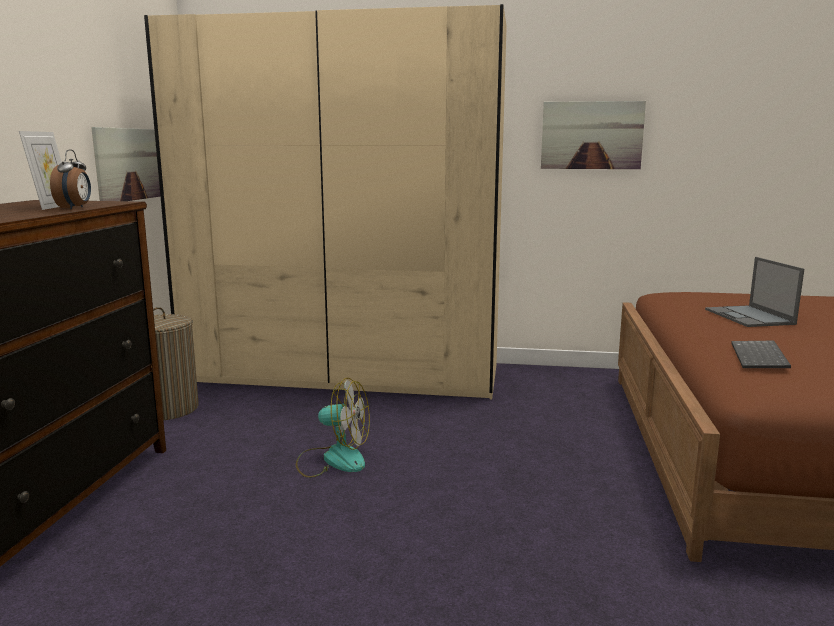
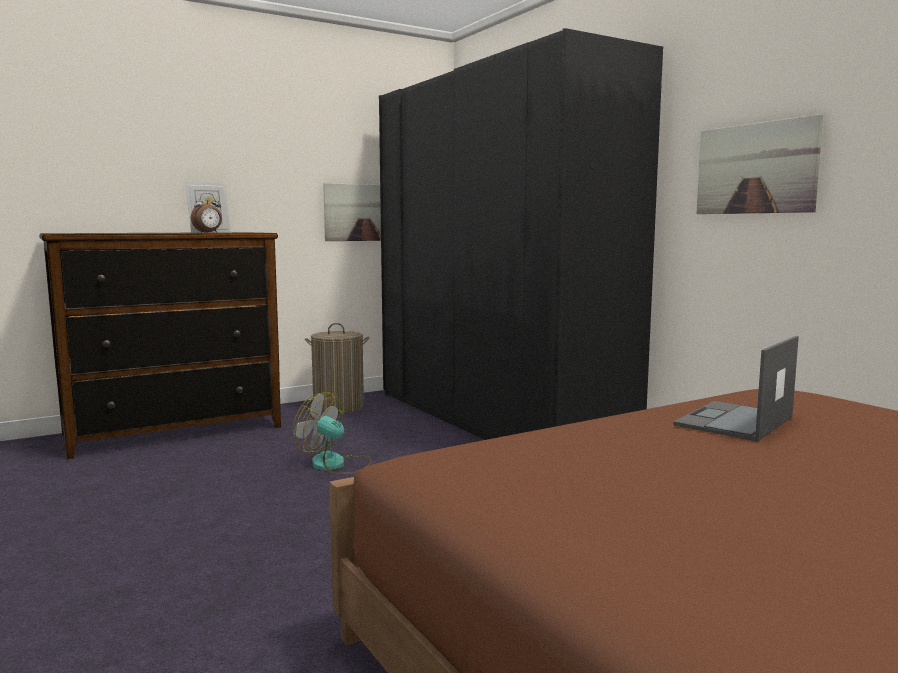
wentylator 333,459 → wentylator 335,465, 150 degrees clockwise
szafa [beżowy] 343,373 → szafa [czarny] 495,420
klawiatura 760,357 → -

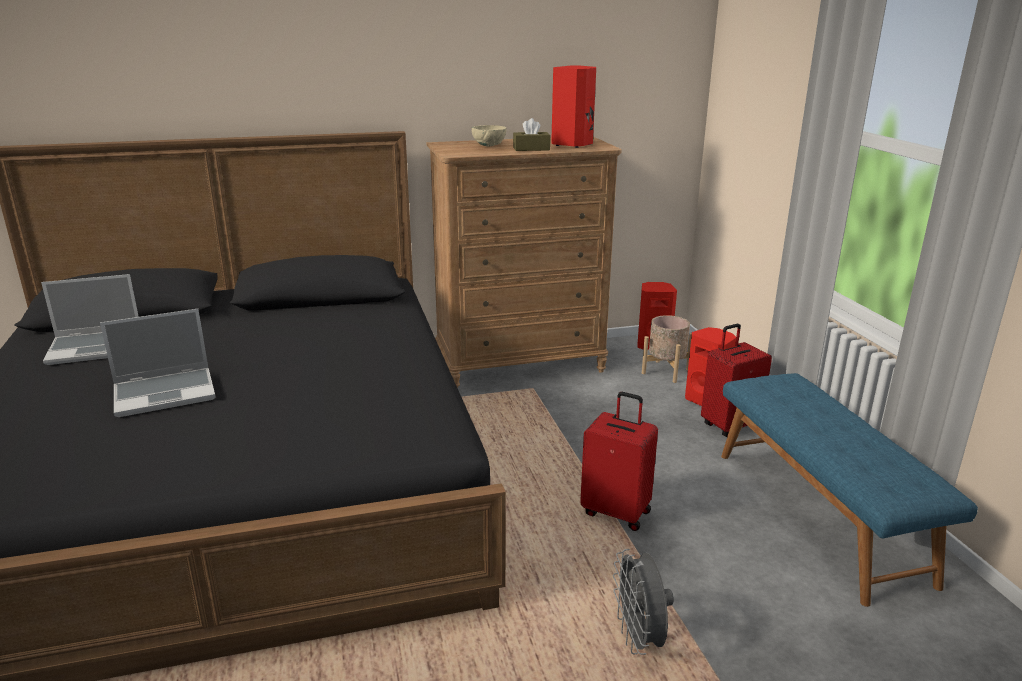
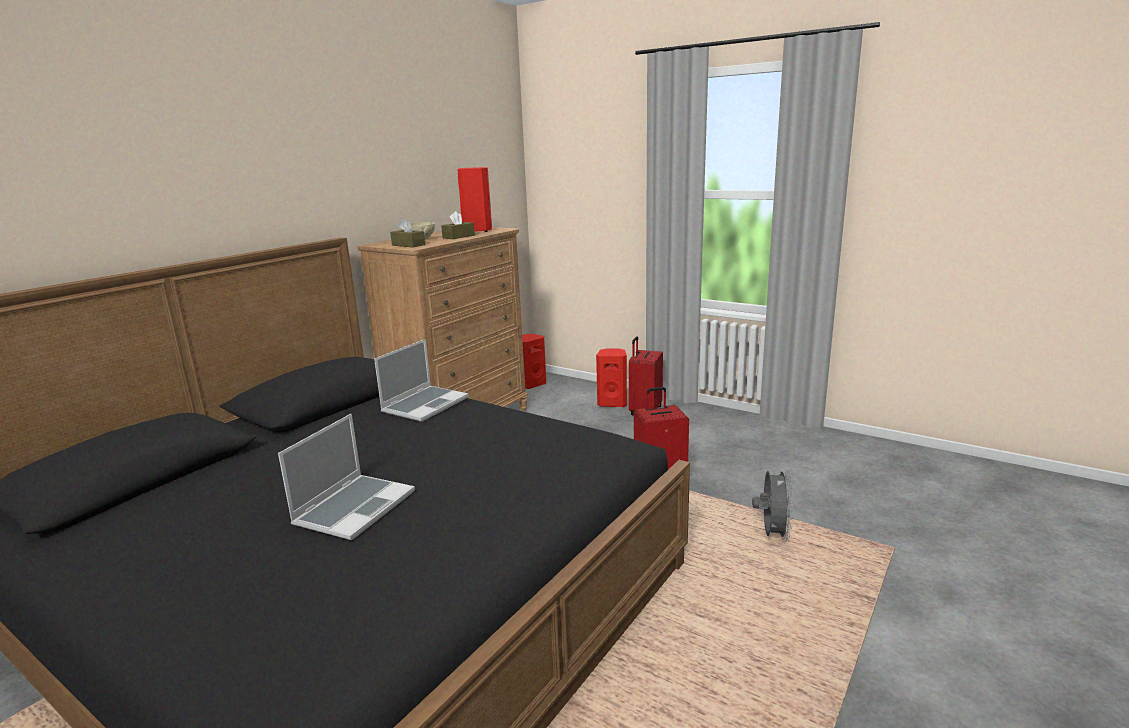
laptop 97,347 → laptop 425,404, move
- → pudełko chusteczek [brązowy] 408,245
wentylator [szary] 639,639 → wentylator [szary] 772,534, 120 degrees counterclockwise
donica [beżowy] 665,371 → -
ławka [niebieski] 819,514 → -

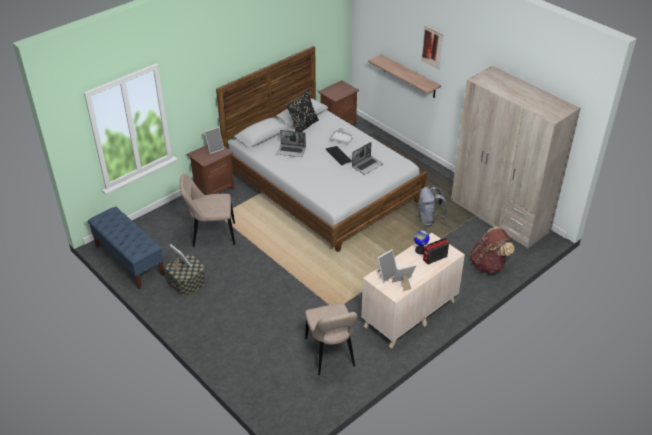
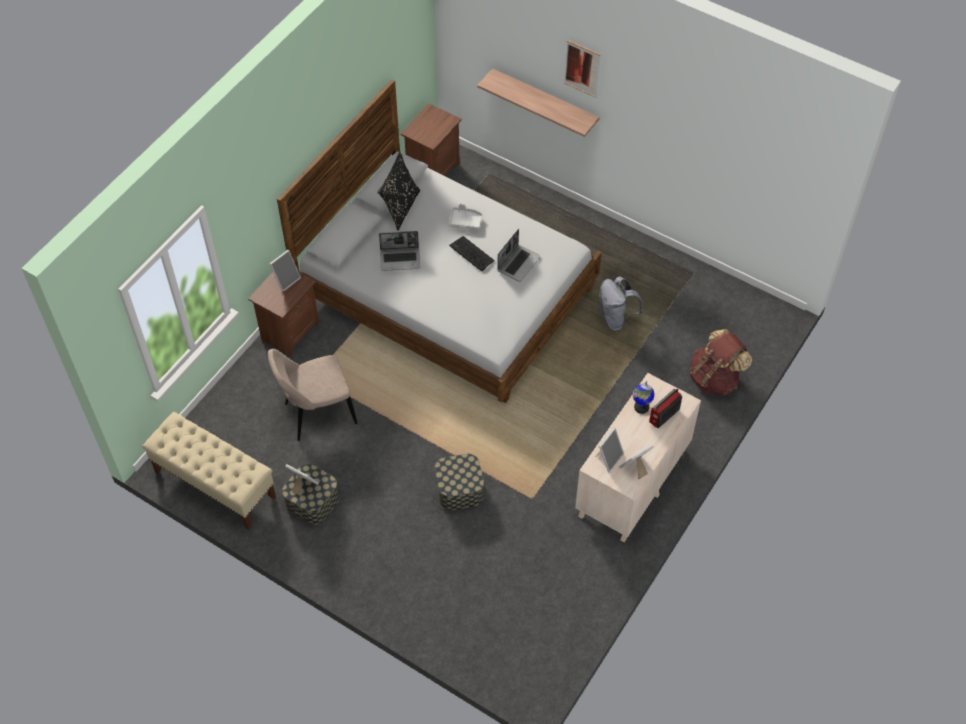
ławka [niebieski] 129,260 → ławka [beżowy] 214,484
- → pojemnik do przechowywania 459,489
krzesło [beżowy] 330,354 → -
szafa [beżowy] 499,216 → -

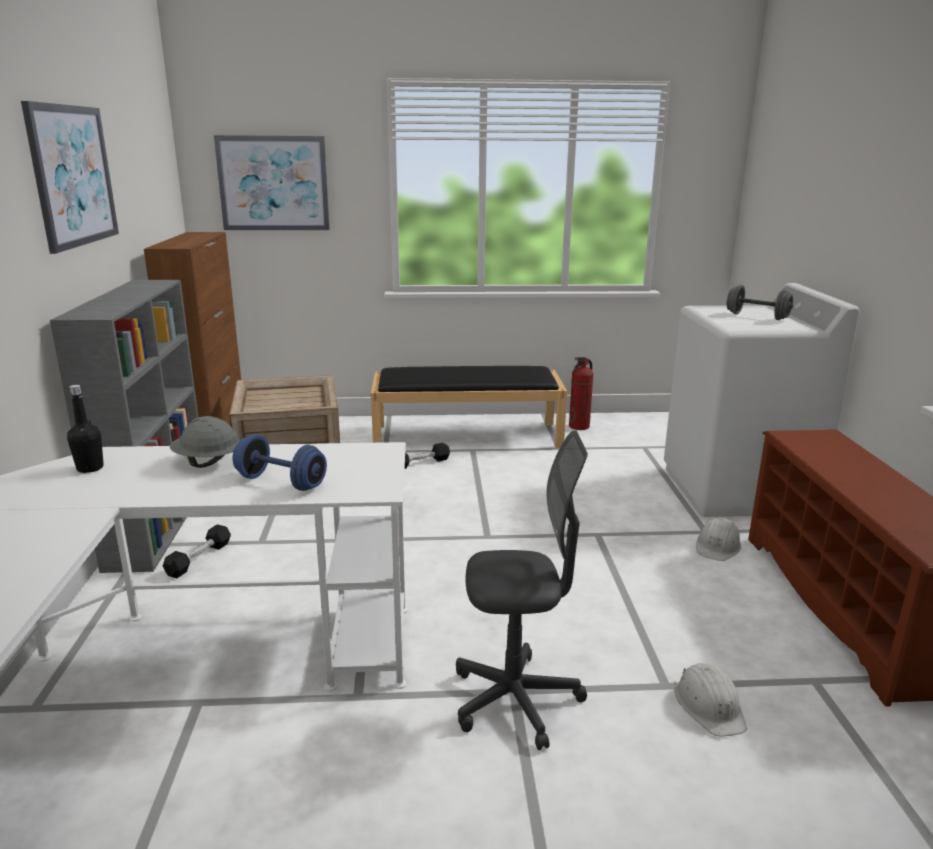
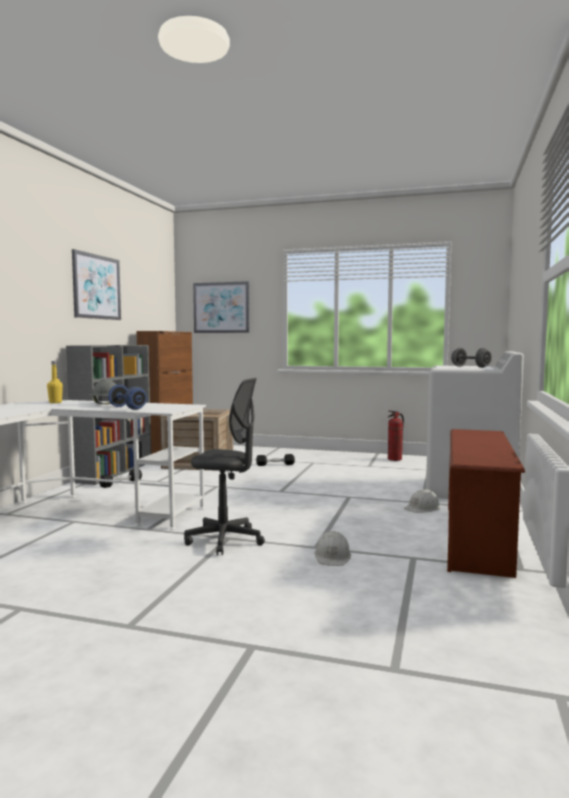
butelka [czarny] 90,468 → butelka [żółty] 55,402
ławka [czarny] 468,435 → -

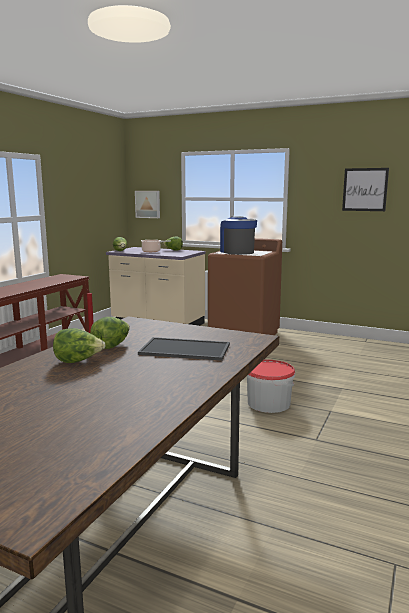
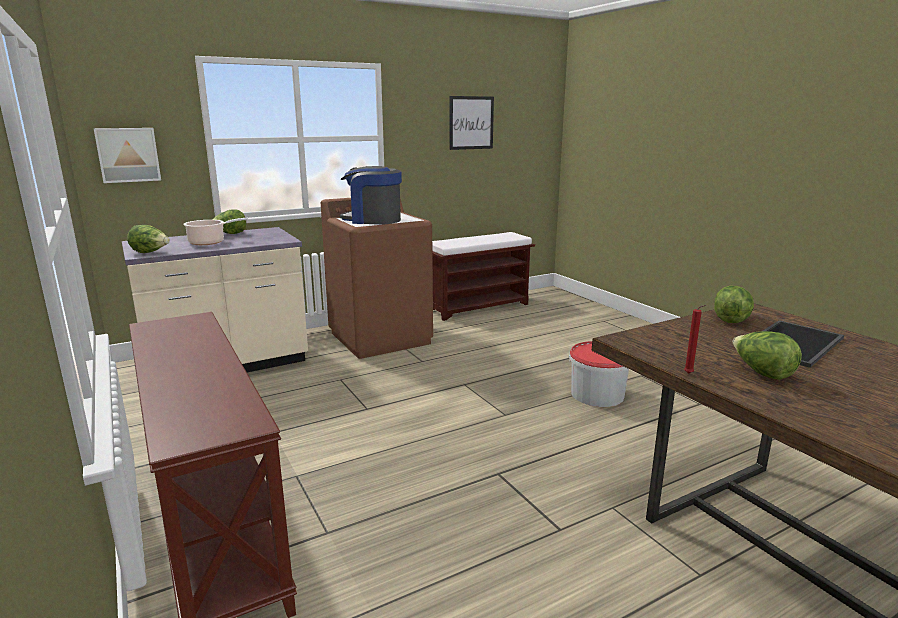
- → ławka [brązowy] 478,307
sałata 78,361 → sałata 731,319, move

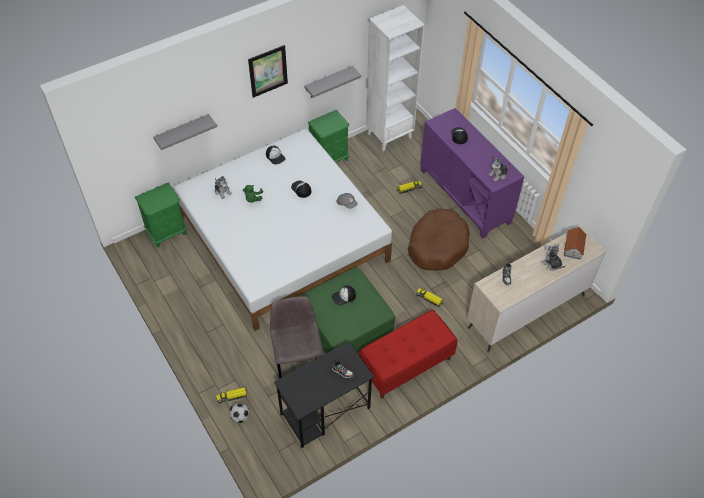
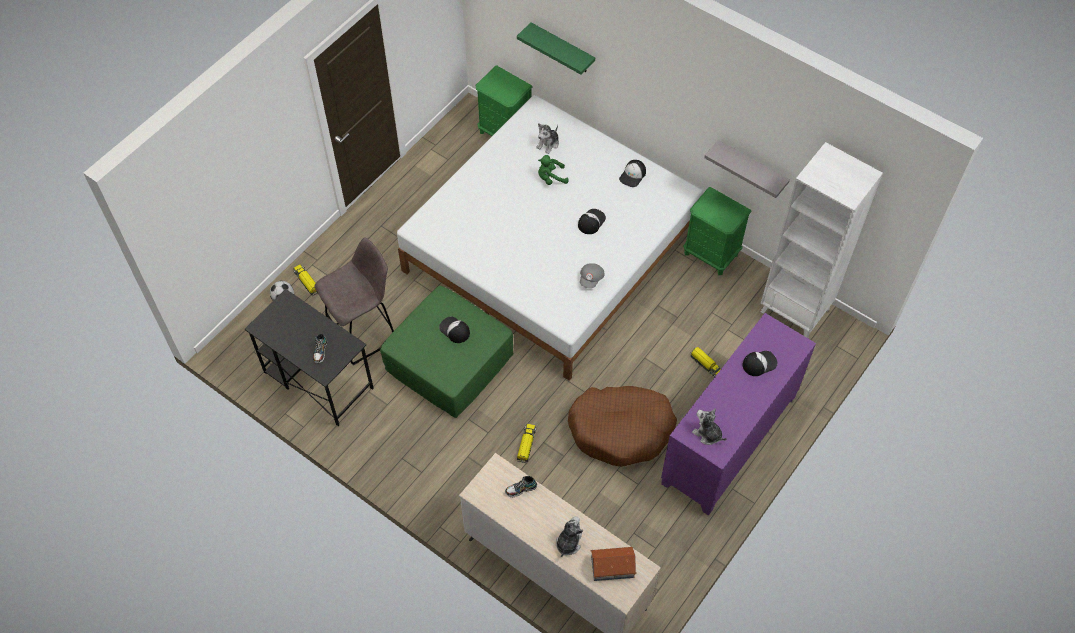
półka [szary] 182,132 → półka [zielony] 562,49
obraz 268,71 → -
ławka [czerwony] 406,365 → -

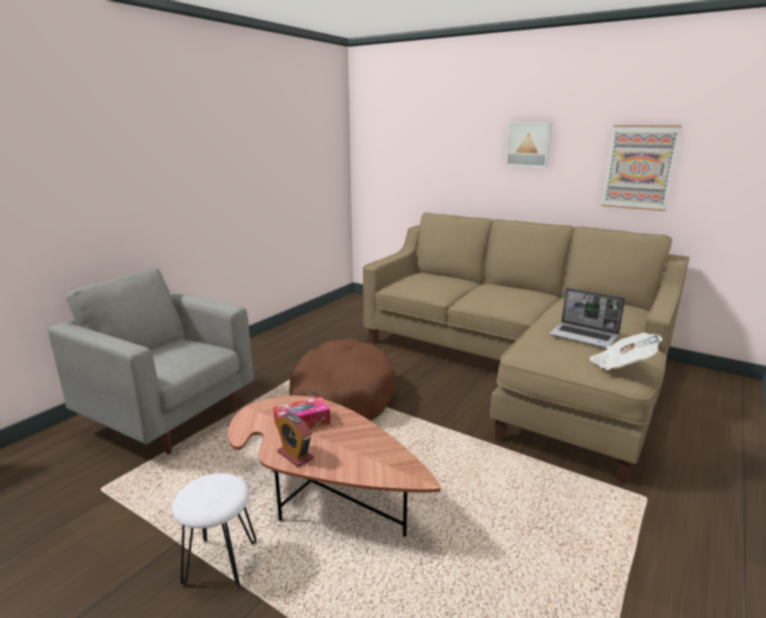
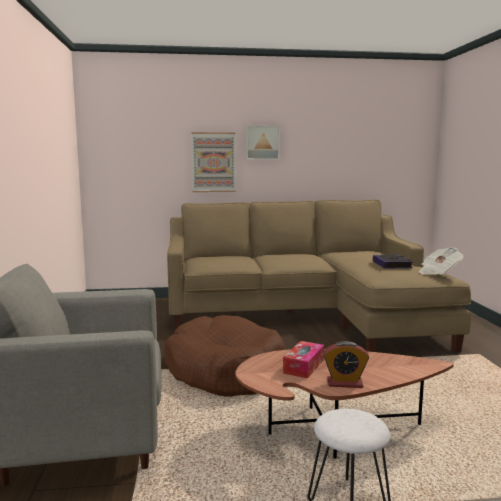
obraz 639,167 → obraz 213,162, move
laptop 584,336 → książka 392,265

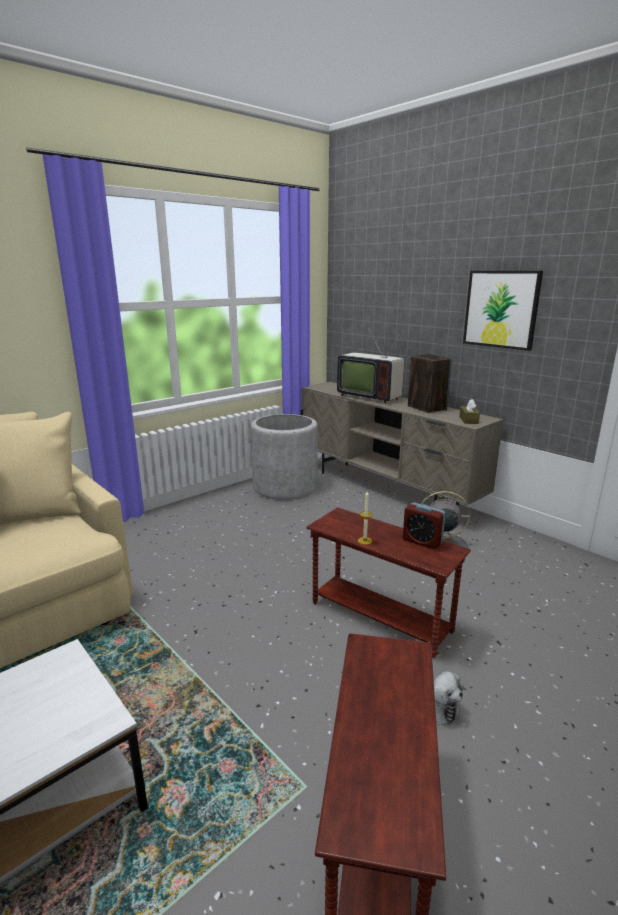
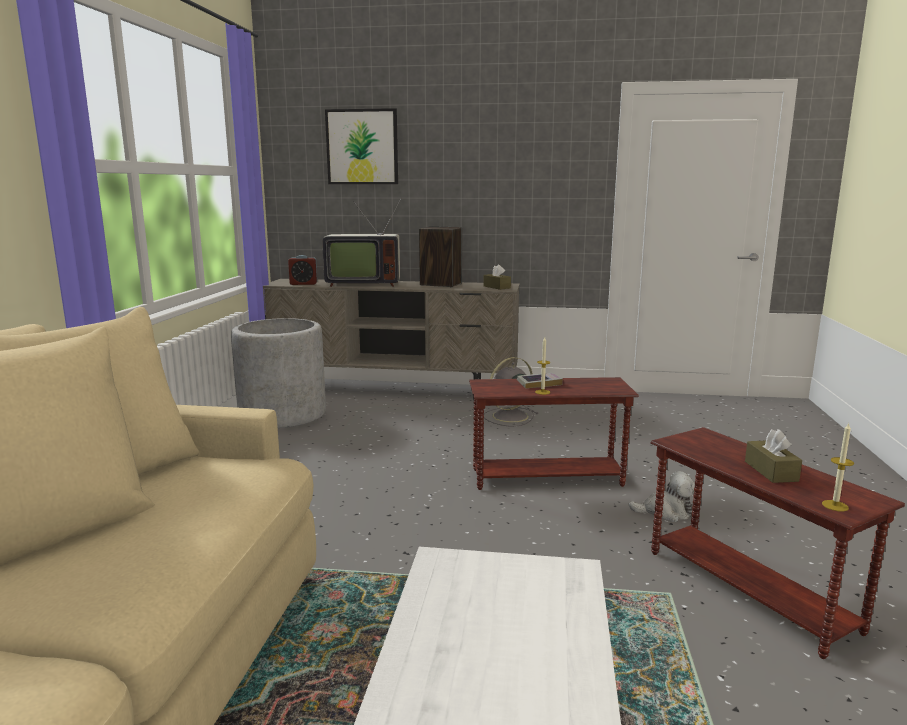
budzik 422,541 → budzik 303,284, move
obraz 501,309 → obraz 362,147, move
- → książka 539,383
- → pudełko chusteczek [brązowy] 771,471
- → świeca 835,505

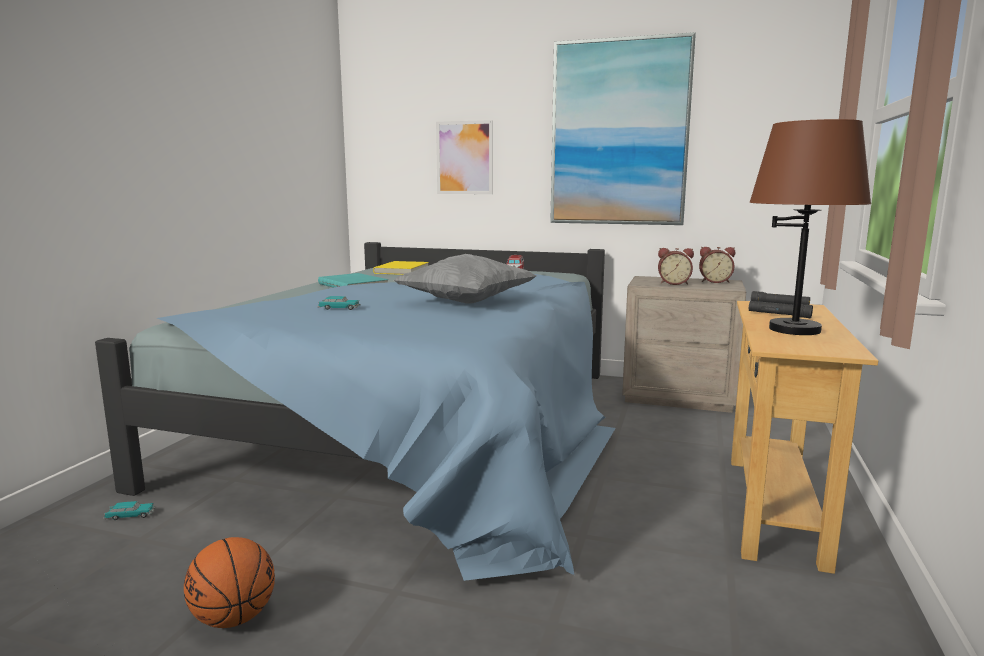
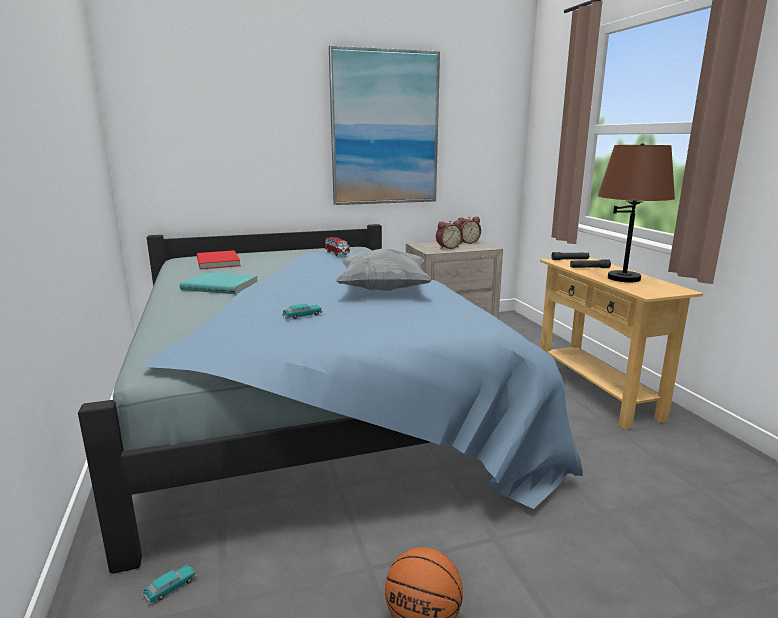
książka [żółty] 403,270 → książka [czerwony] 219,262
obraz 464,158 → -

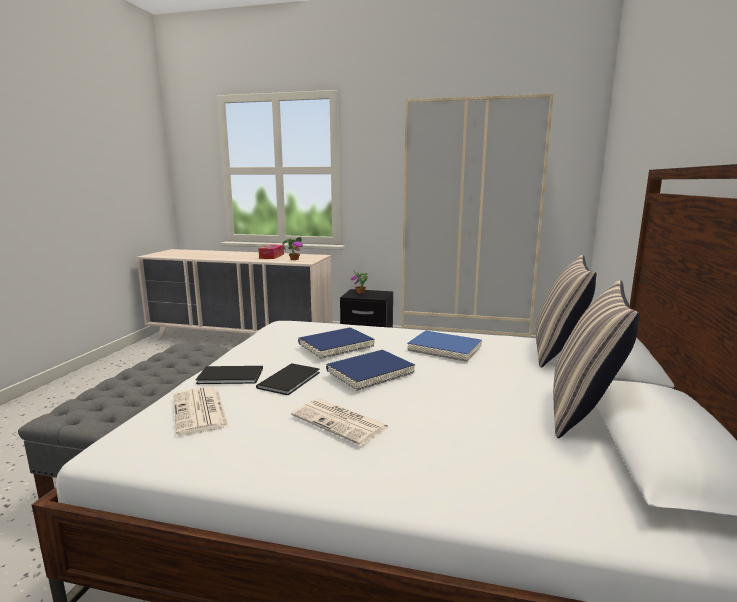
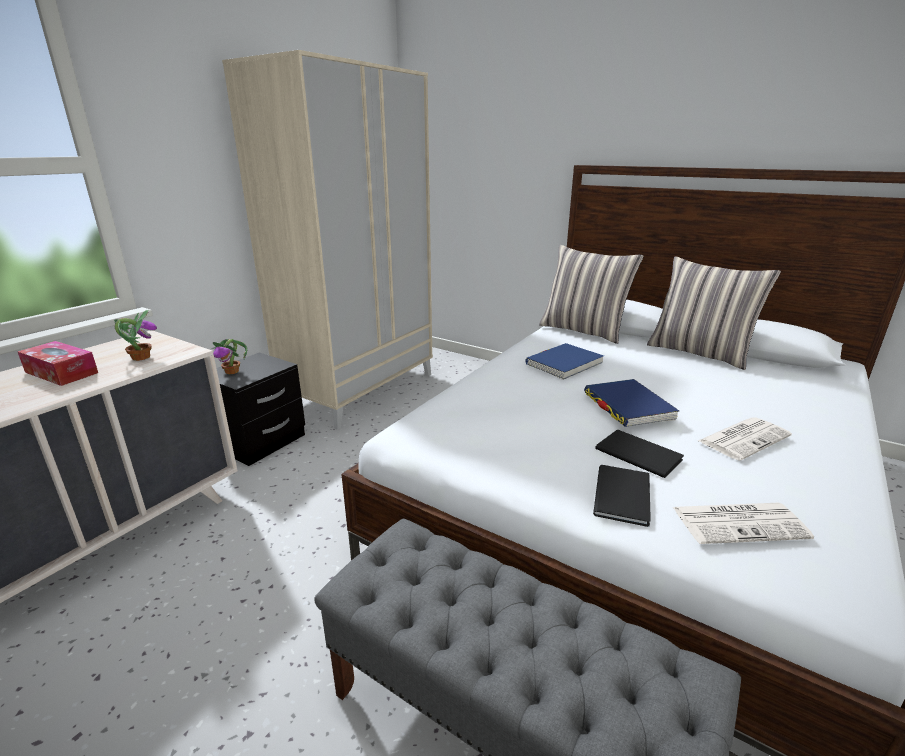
książka [niebieski] 336,345 → -

